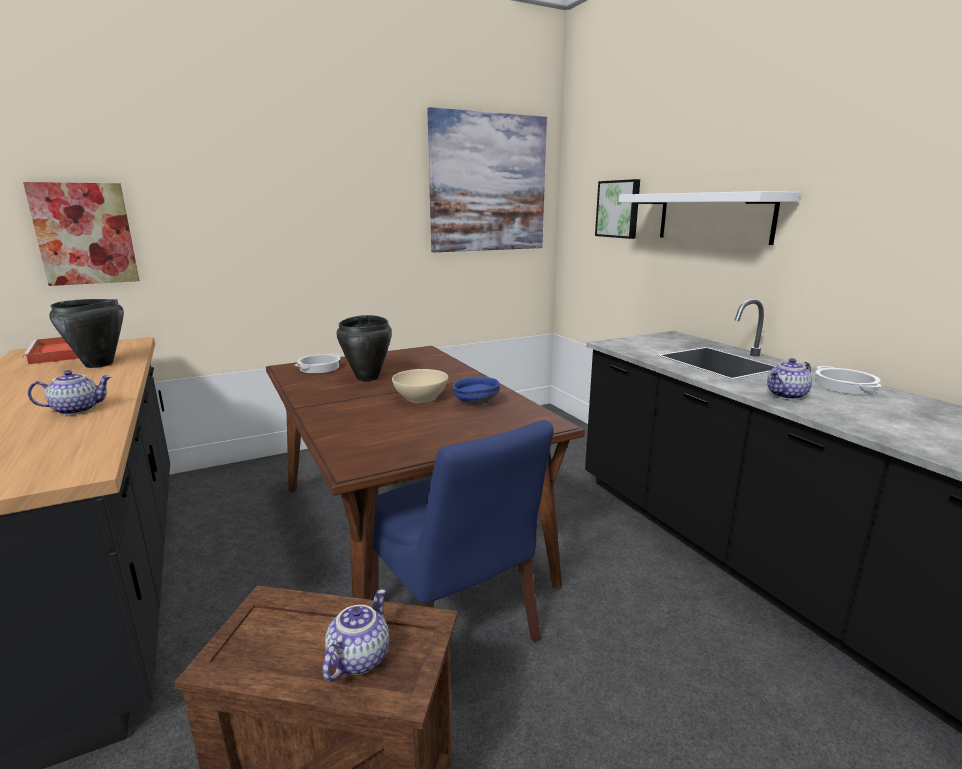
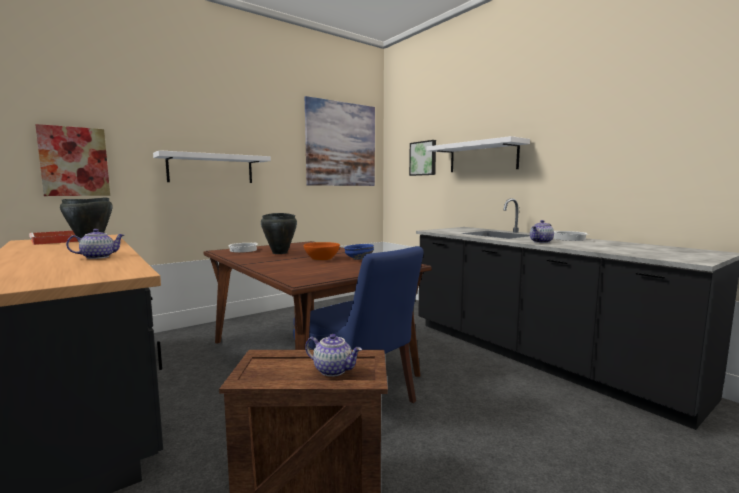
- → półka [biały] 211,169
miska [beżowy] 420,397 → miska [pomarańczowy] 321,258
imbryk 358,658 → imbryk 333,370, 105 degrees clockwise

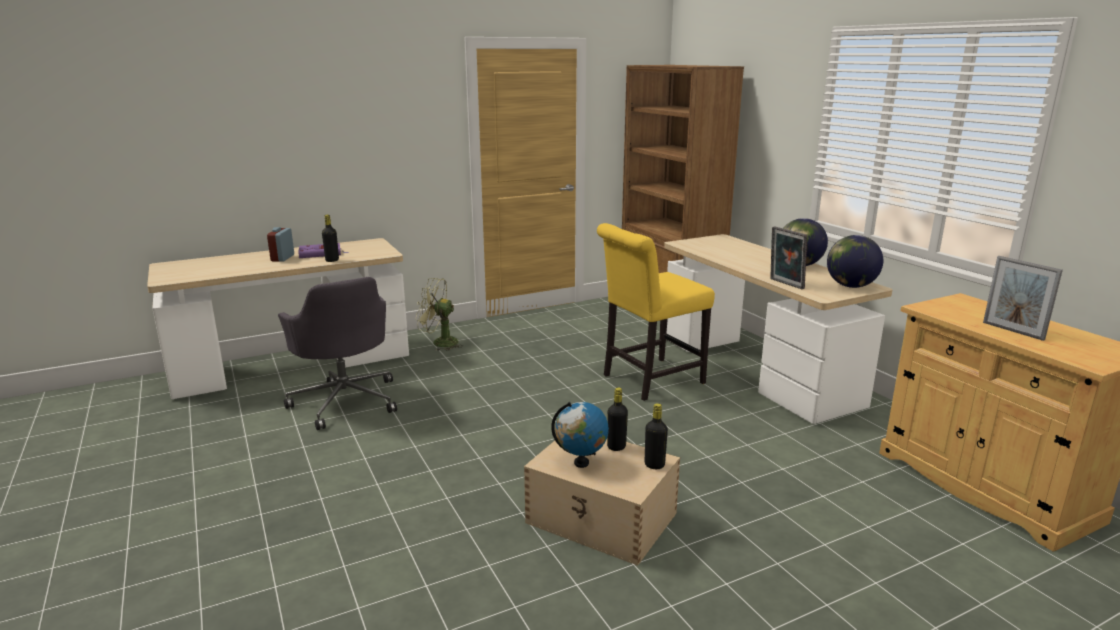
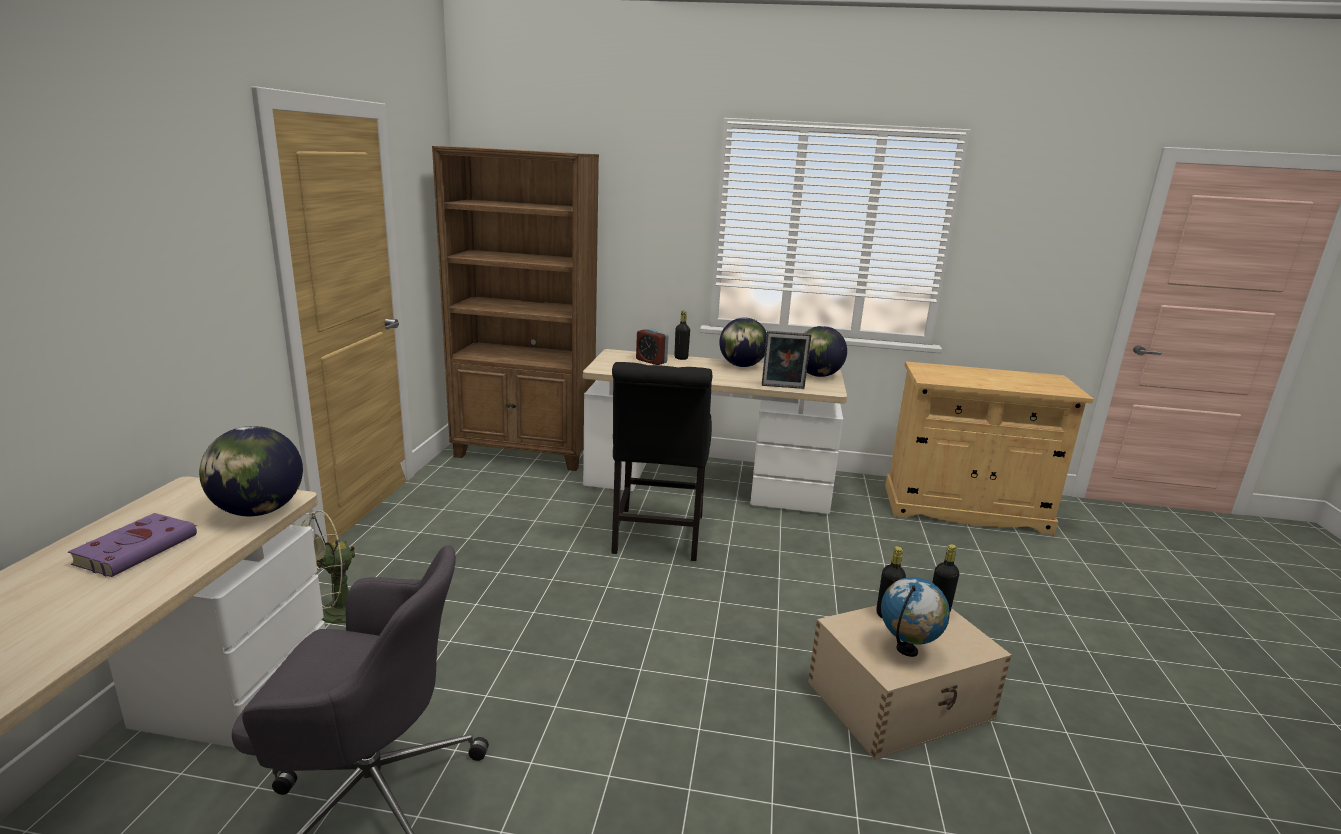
- → globus 259,511
krzesło [żółty] 648,380 → krzesło [czarny] 657,537
budzik 282,258 → budzik 651,361, move
butelka [czarny] 332,260 → butelka [czarny] 681,358, move
ramka na zdjęcie 1013,331 → -

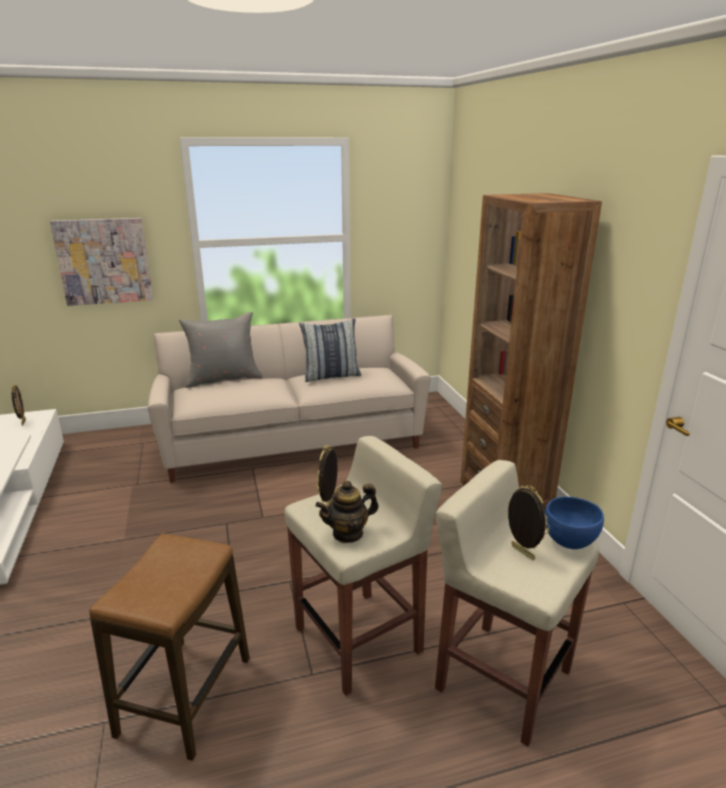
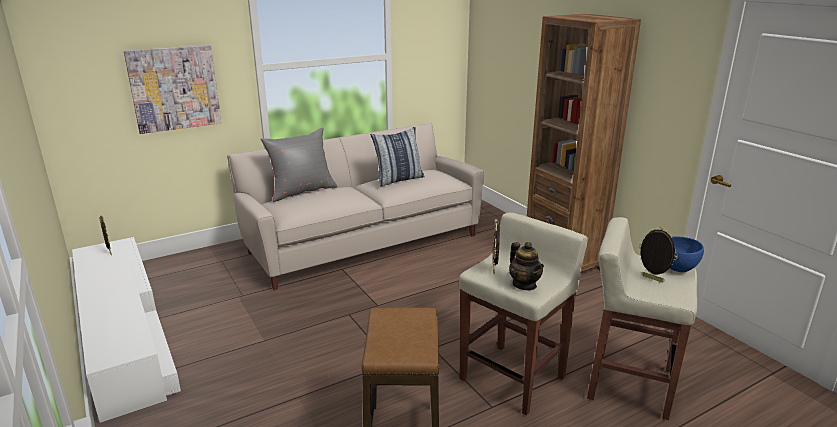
imbryk 348,533 → imbryk 524,285, 75 degrees counterclockwise

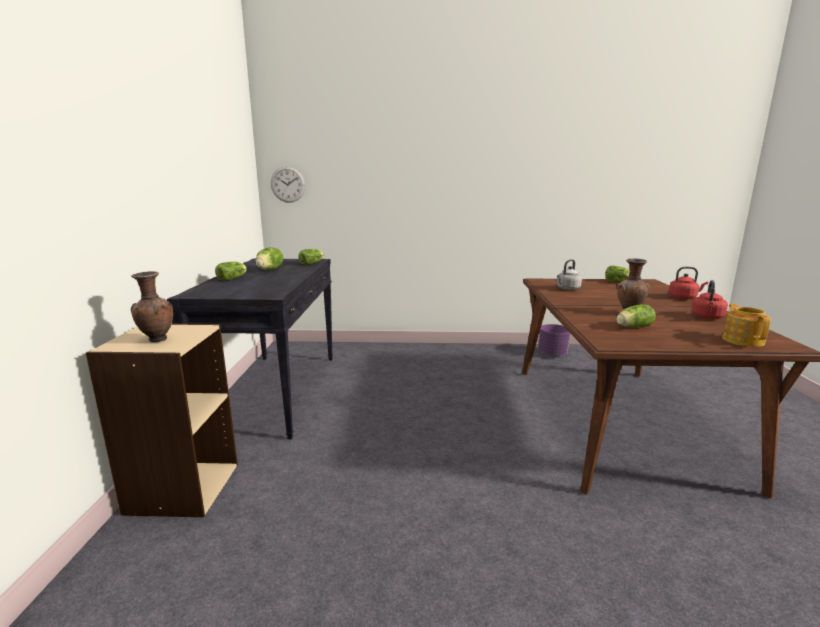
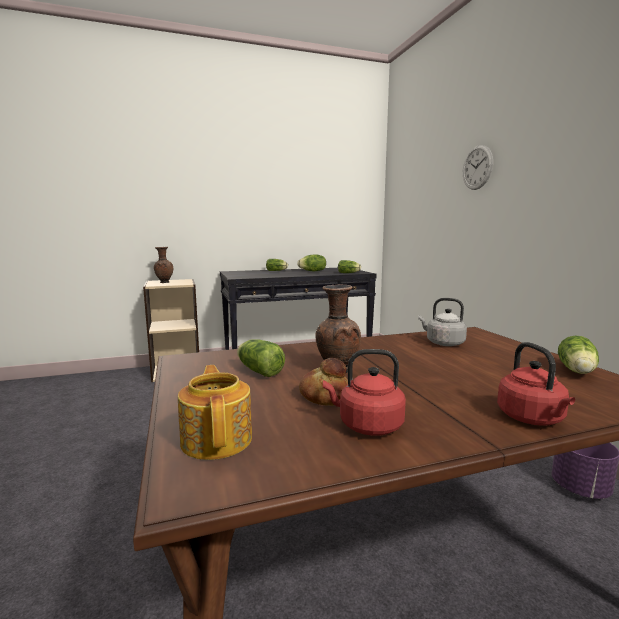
imbryk 742,340 → imbryk 217,439, 90 degrees counterclockwise
- → chleb 325,396
zegar ścienny 288,184 → zegar ścienny 477,167, move

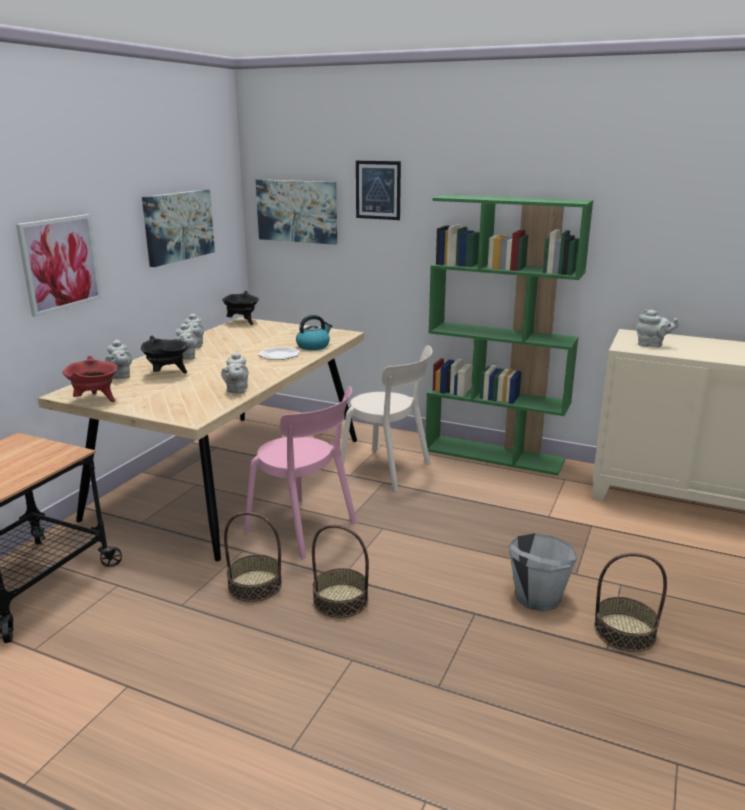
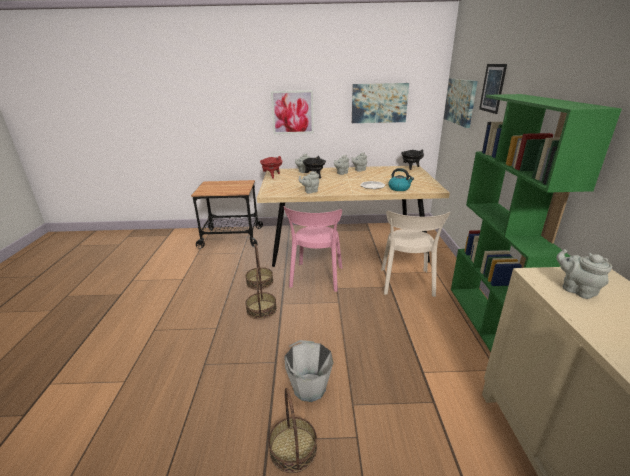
imbryk [szary] 652,345 → imbryk [szary] 576,290, 150 degrees clockwise

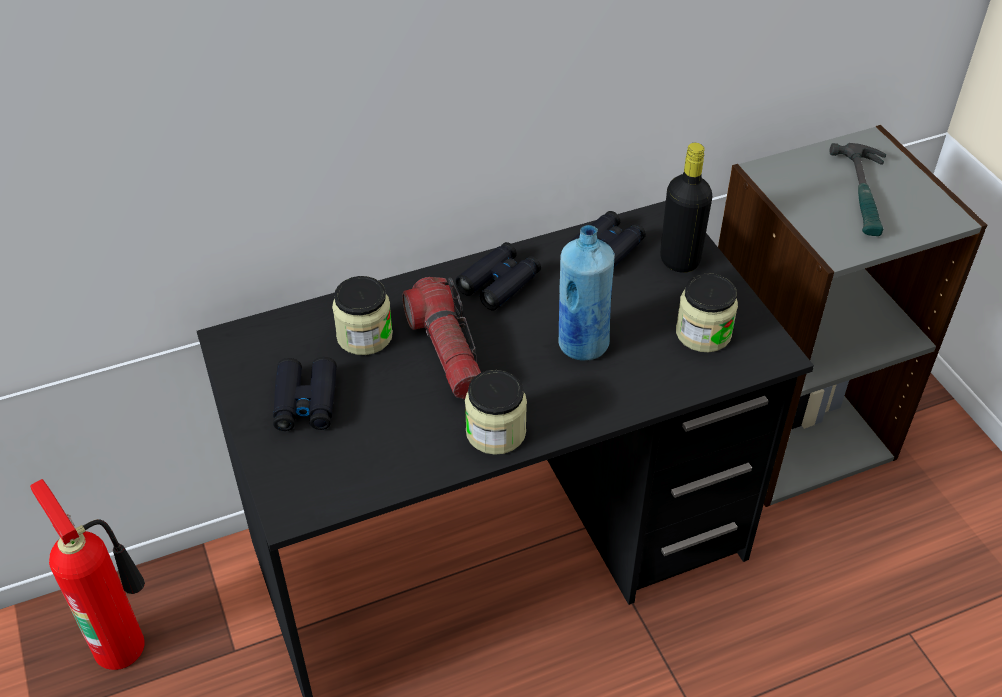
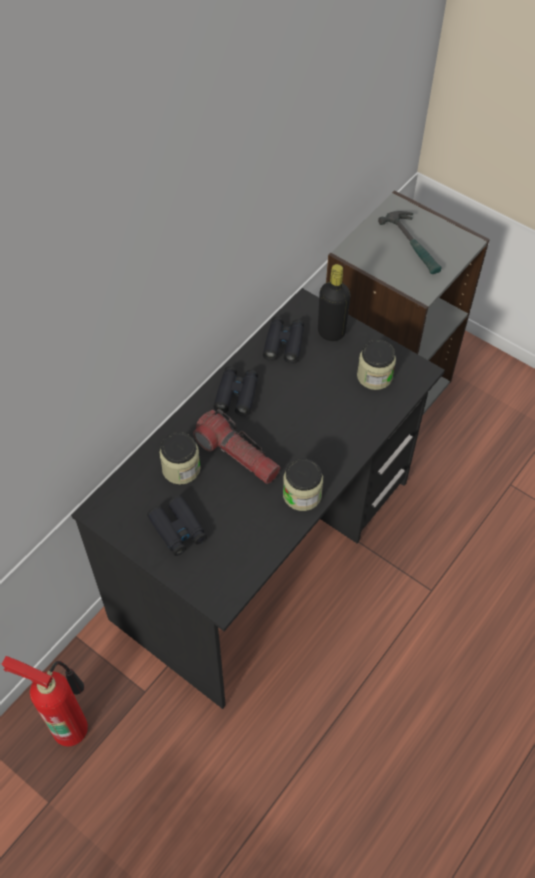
butelka [niebieski] 582,344 → -

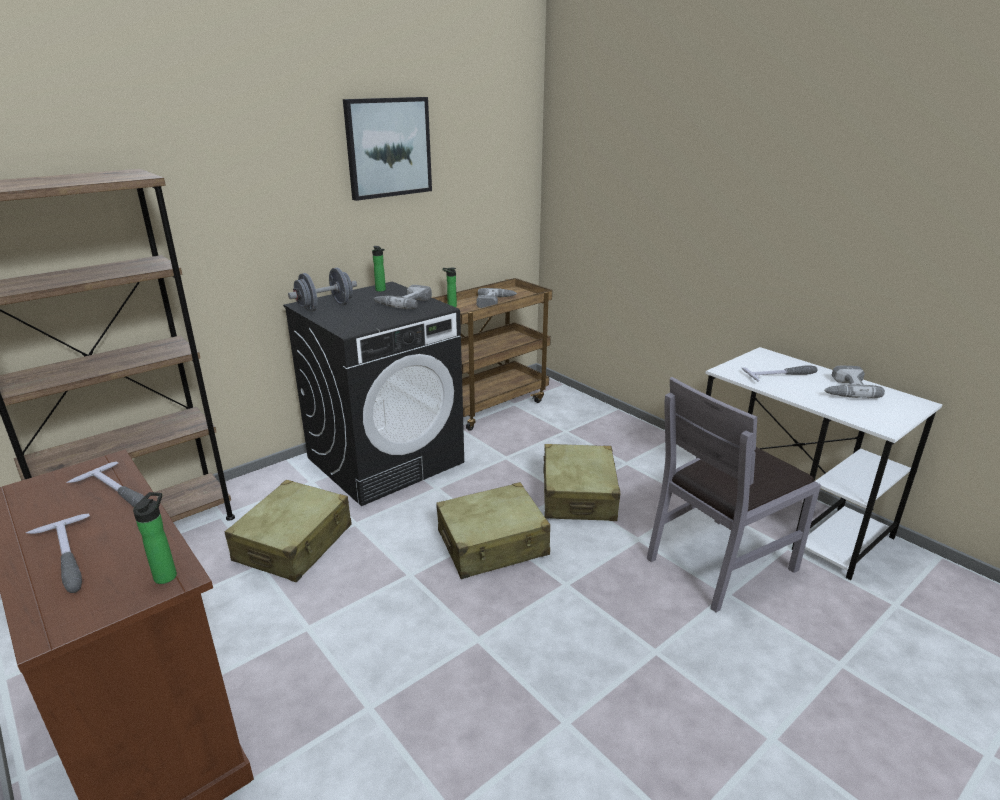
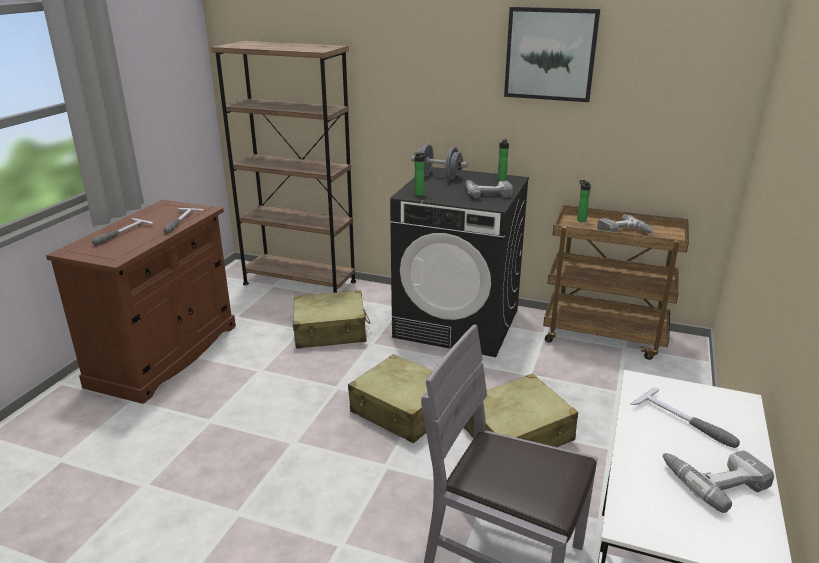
butelka 167,574 → butelka 420,194, move

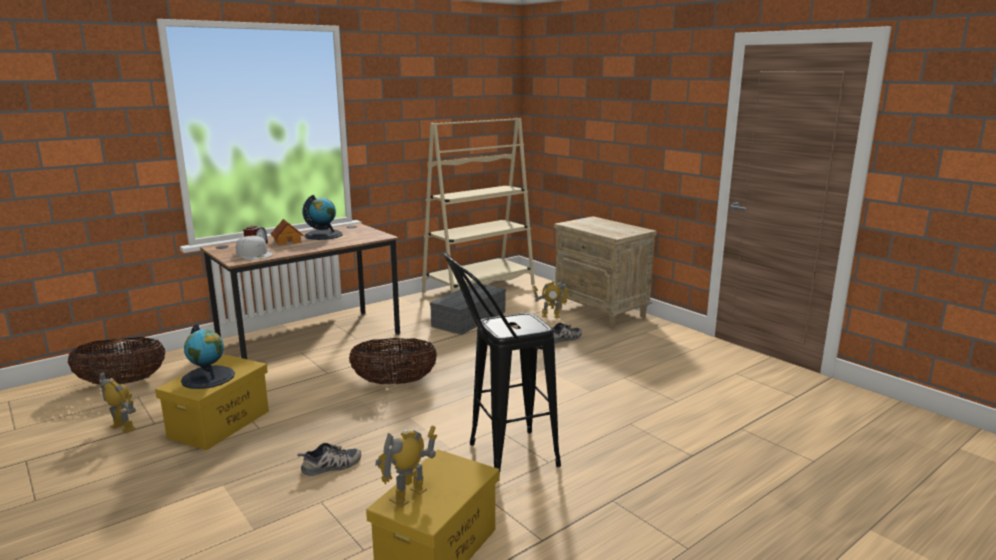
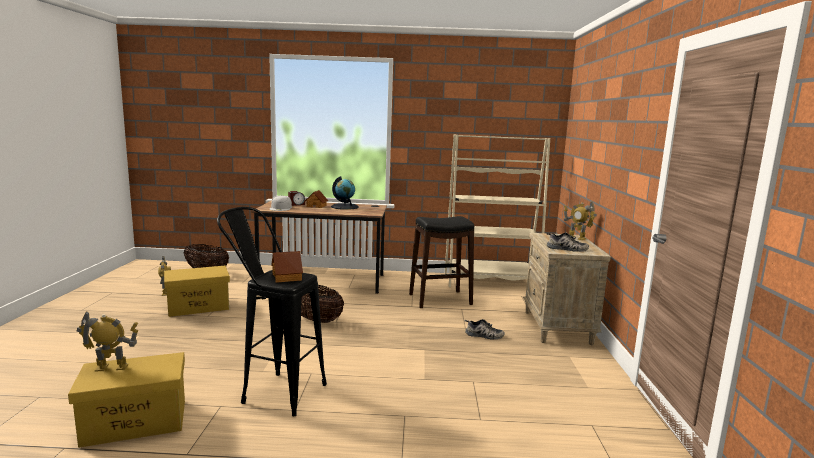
- → domek 287,277
pojemnik do przechowywania [szary] 469,319 → stołek [czarny] 440,299
but 331,466 → but 566,249, move
robot zabawkowy 551,316 → robot zabawkowy 576,238, move
globus 208,377 → -

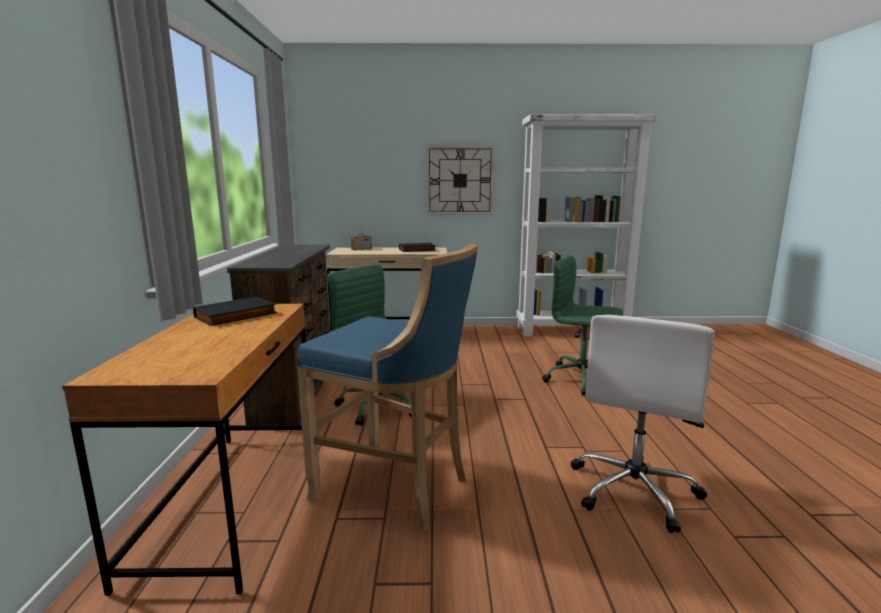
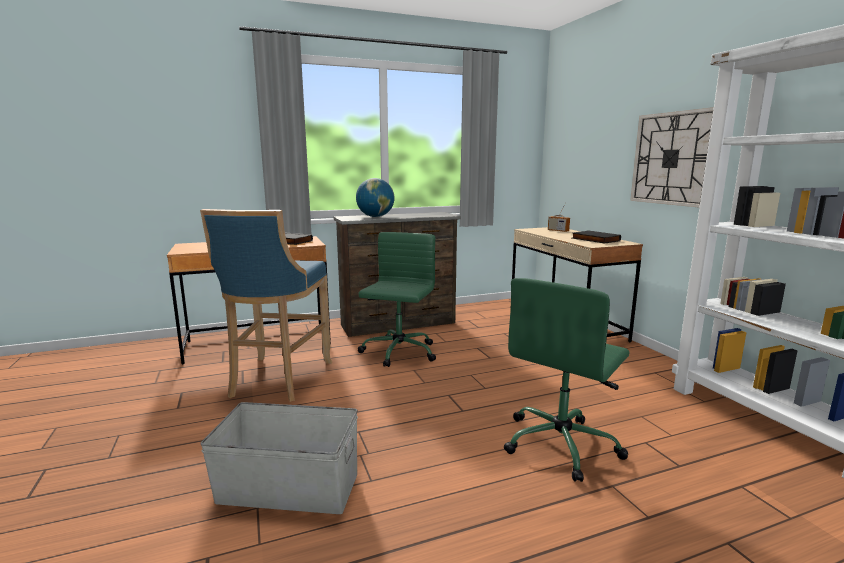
krzesło biurowe [biały] 634,490 → pojemnik do przechowywania [szary] 288,487
- → globus 375,216
krzesło biurowe [zielony] 582,379 → krzesło biurowe [zielony] 561,444, 150 degrees counterclockwise

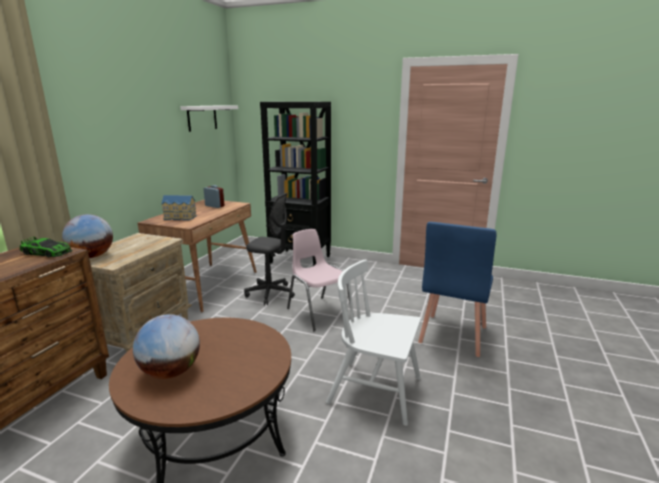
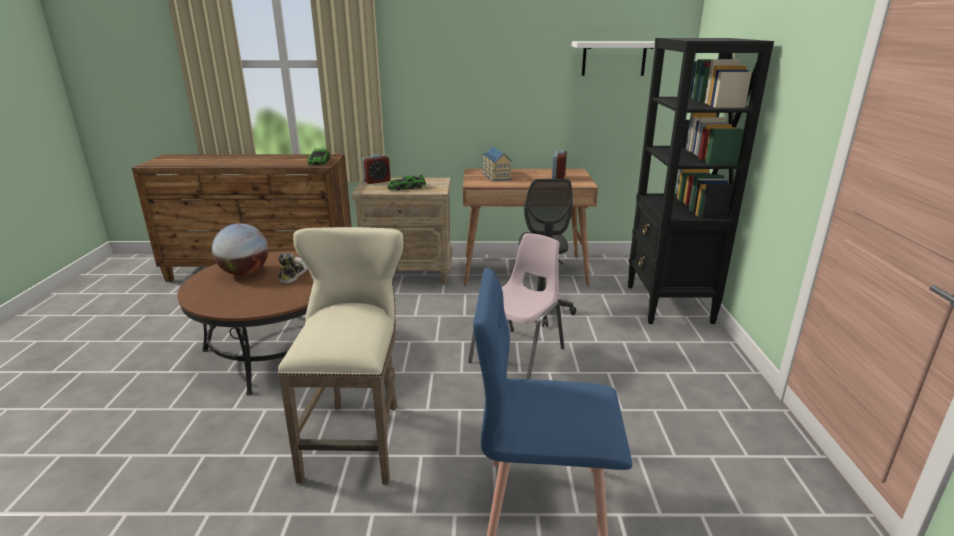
krzesło [biały] 375,391 → stołek [beżowy] 357,436
- → but 292,275
globus 92,256 → budzik 377,181
- → samochodzik 406,187

